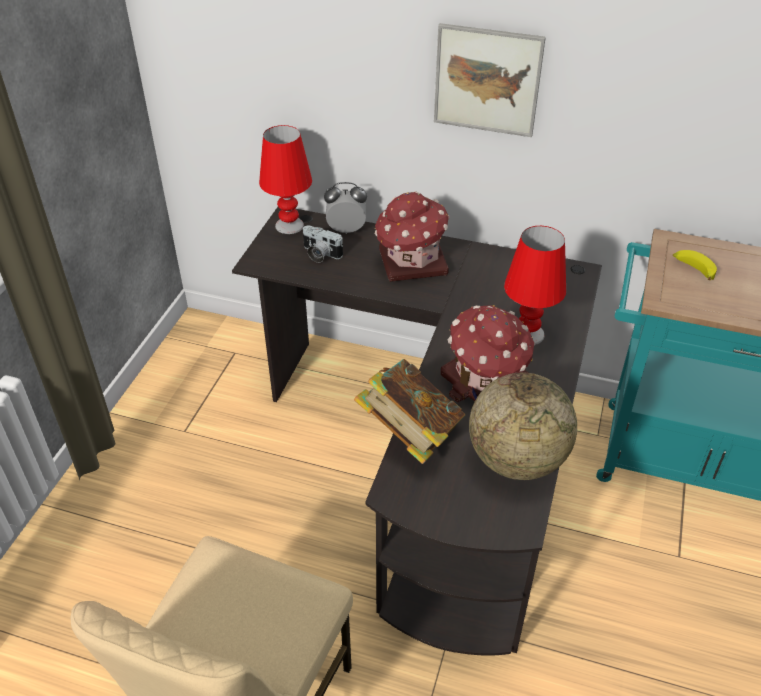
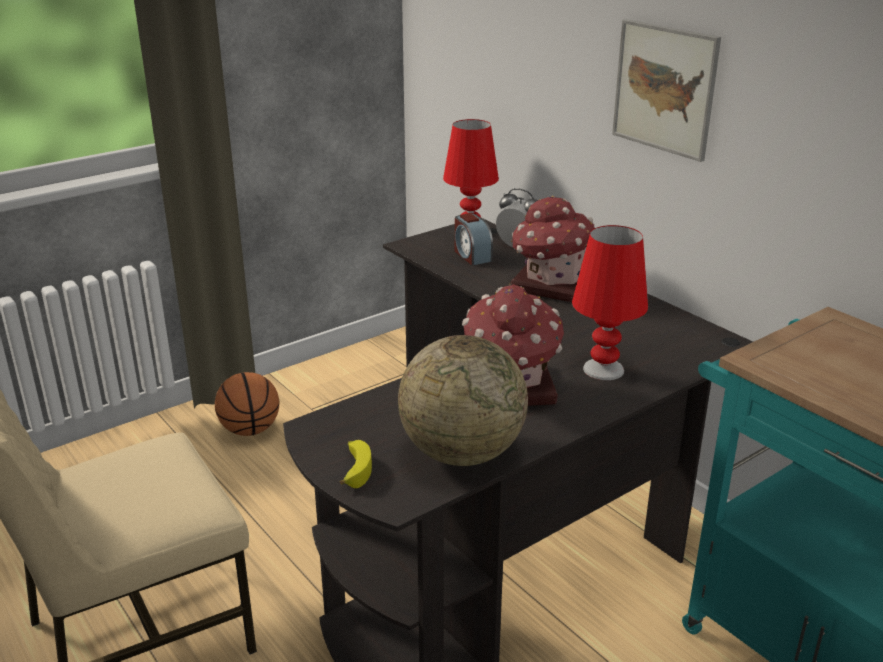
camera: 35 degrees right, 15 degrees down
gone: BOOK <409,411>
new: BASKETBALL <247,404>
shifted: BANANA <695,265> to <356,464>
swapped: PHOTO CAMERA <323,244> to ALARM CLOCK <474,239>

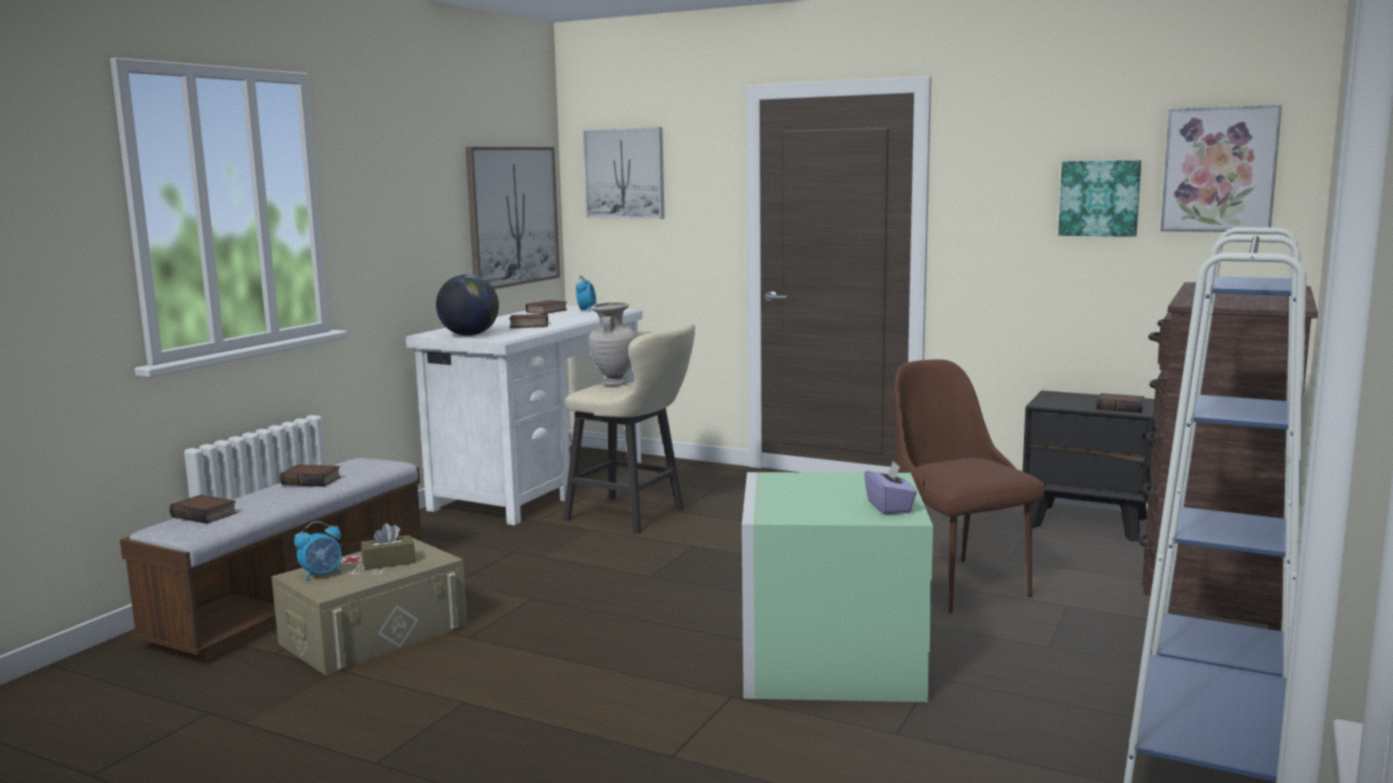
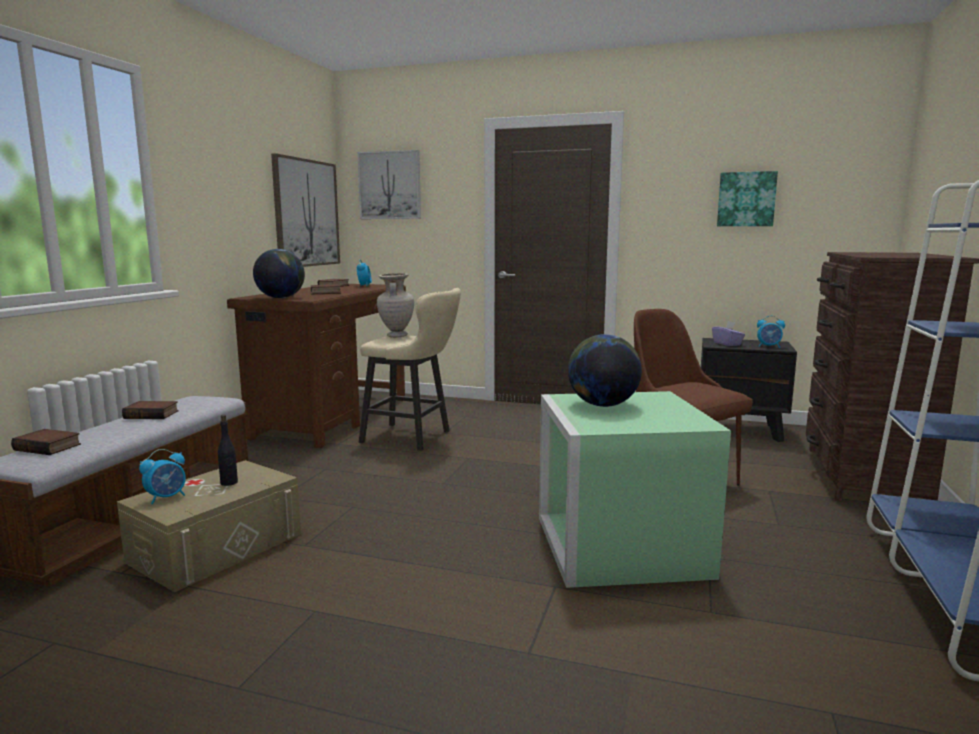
camera: 10 degrees left, 0 degrees up
gone: PICTURE <1221,168>
new: GLOBE <605,370>
shifted: PURPLE TISSUE BOX <890,487> to <728,333>
swapped: BROWN TISSUE BOX <388,546> to BLACK BOTTLE <228,450>; BOOK <1120,403> to ALARM CLOCK <771,332>
repainted: WHITE DESK <524,415> to BROWN DESK <316,366>

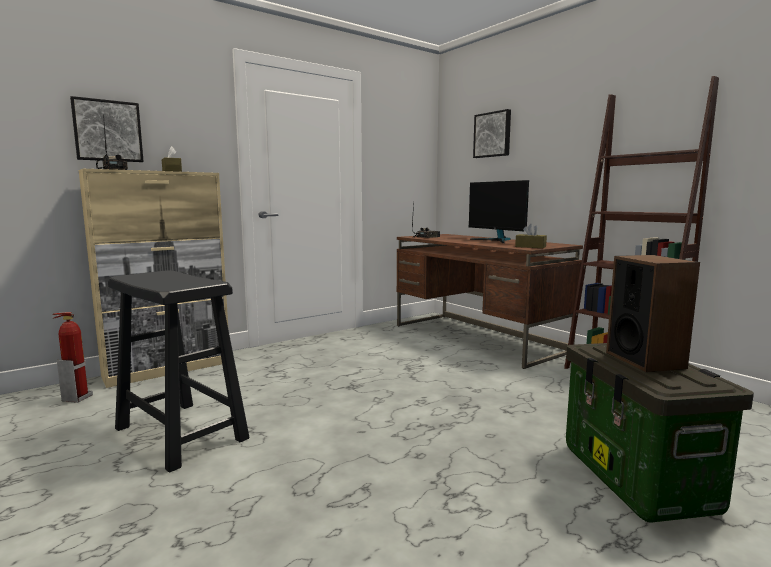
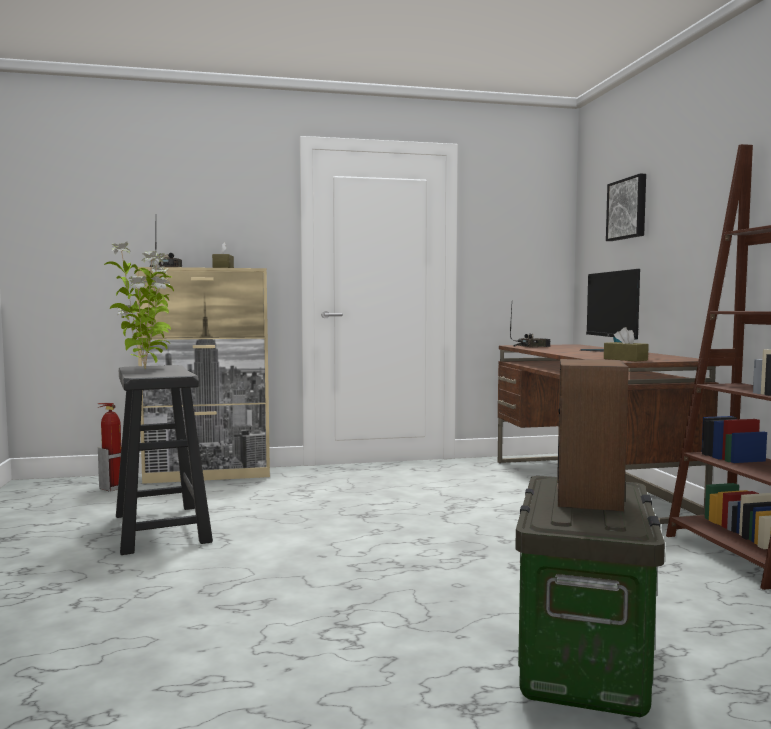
camera: 25 degrees right, 5 degrees down
gone: PICTURE <107,129>
new: POTTED PLANT <139,305>

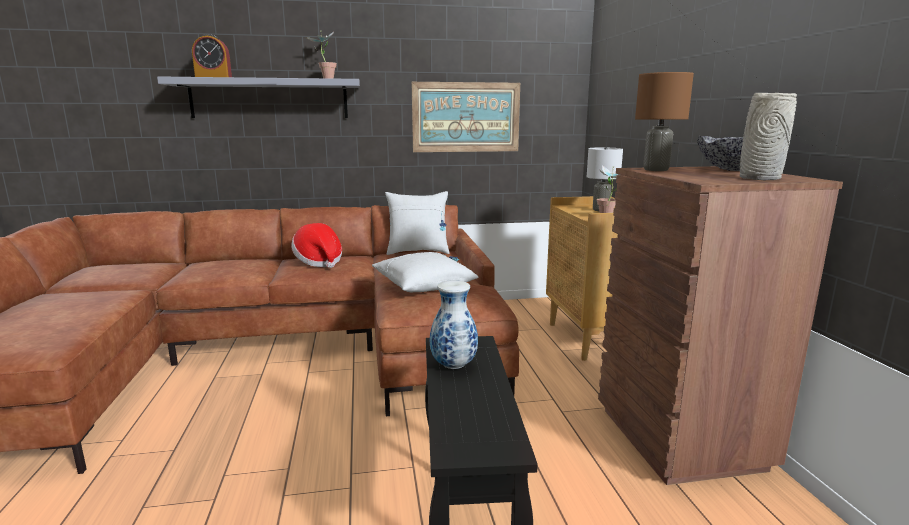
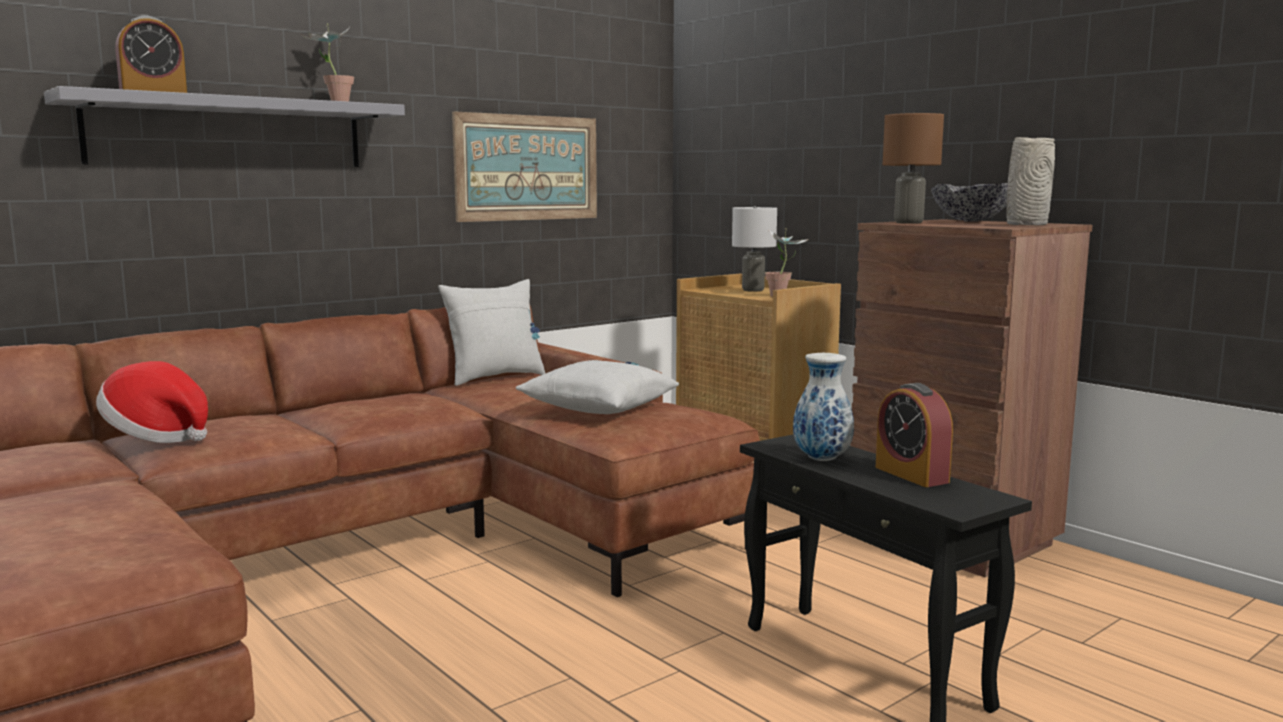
camera: 30 degrees left, 5 degrees down
new: ALARM CLOCK <914,435>
shifted: HAT <316,245> to <152,402>

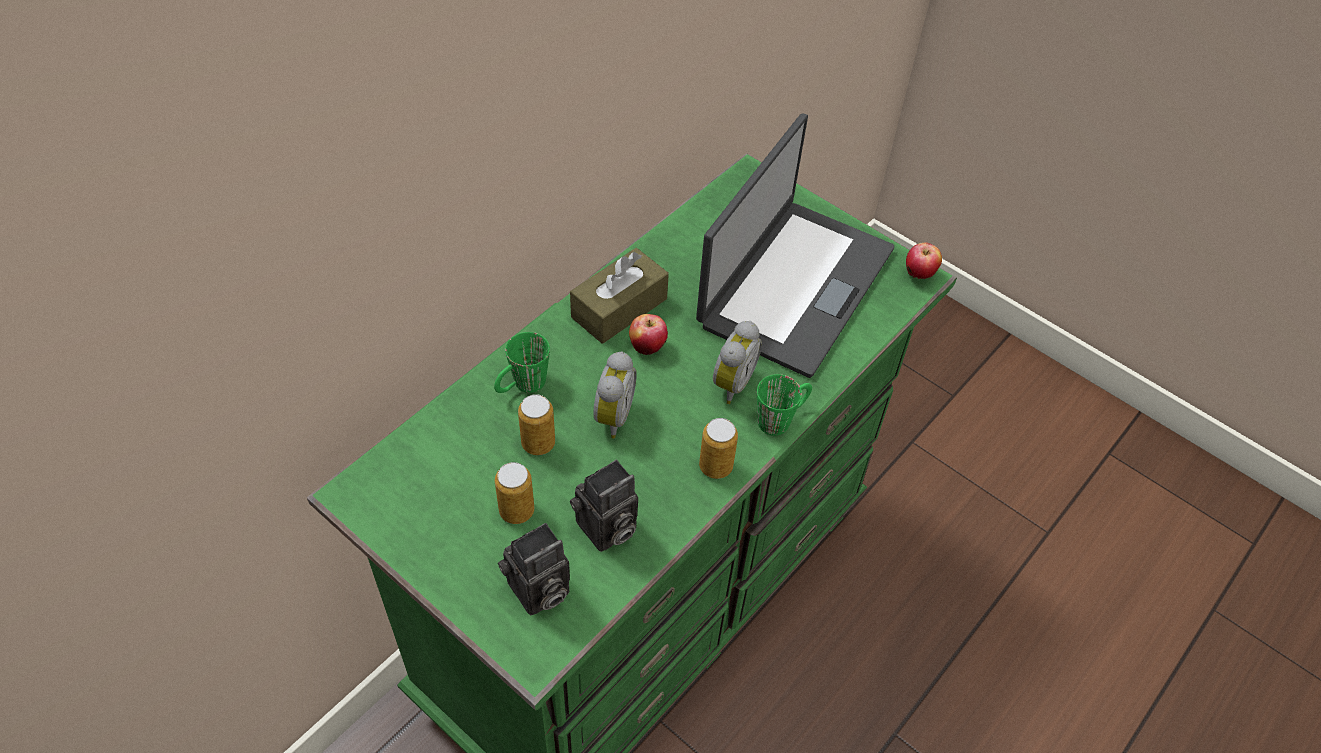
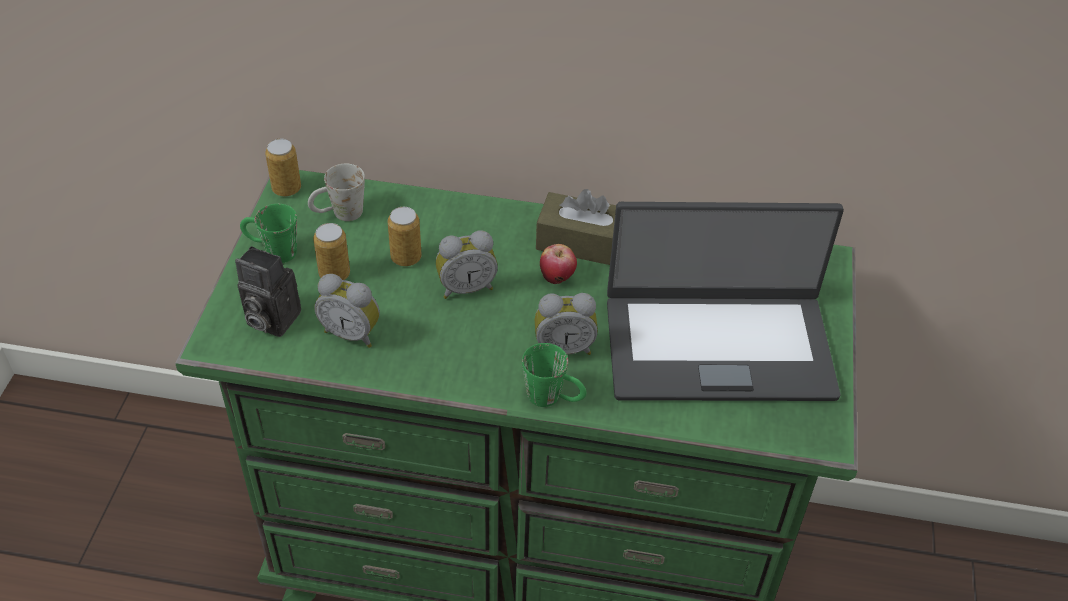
camera: 60 degrees right, 5 degrees down
gone: APPLE <924,260>
new: WHITE MUG <336,192>
shifted: GREEN MUG <522,362> to <268,233>; CAN <718,448> to <283,167>
swapped: PHOTO CAMERA <604,506> to ALARM CLOCK <347,311>

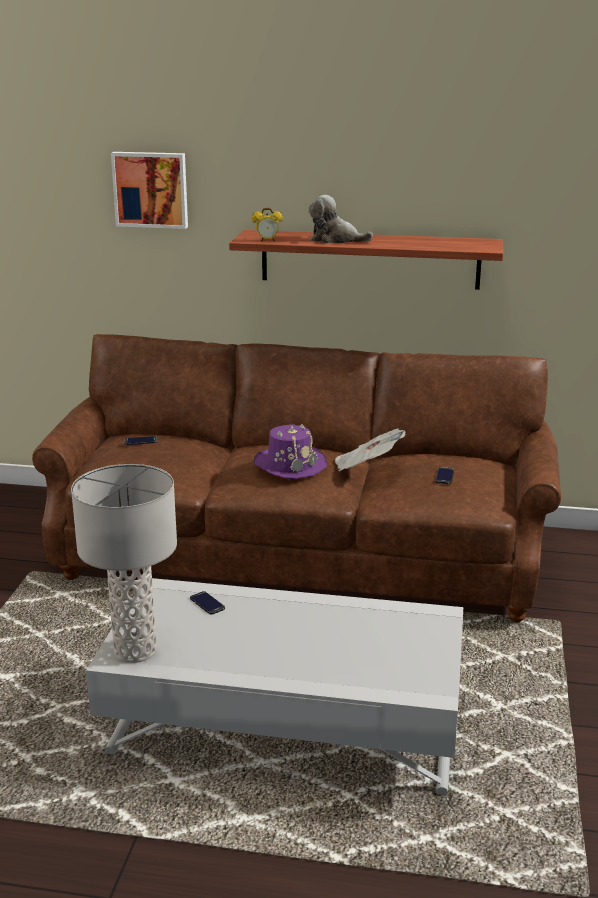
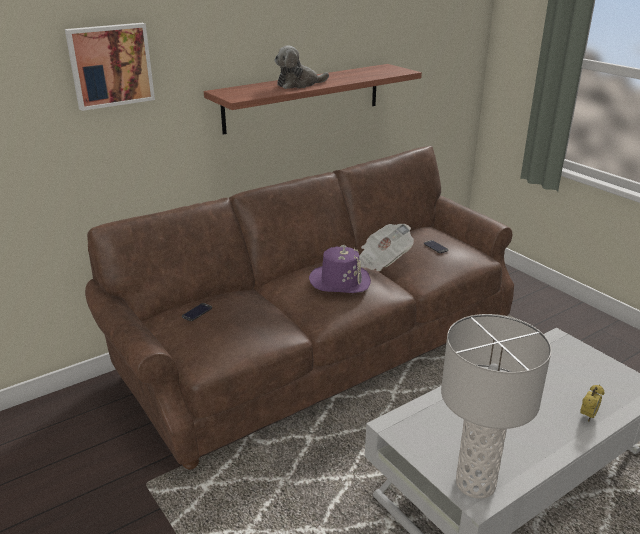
camera: 45 degrees left, 5 degrees up
gone: PHONE <207,603>
shifted: ALARM CLOCK <267,224> to <592,403>

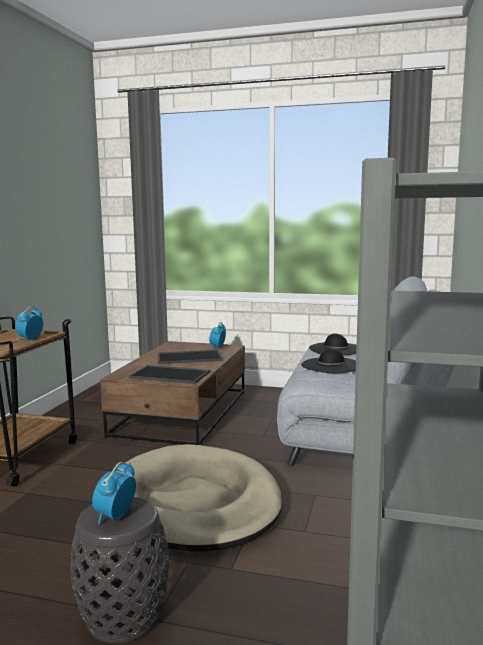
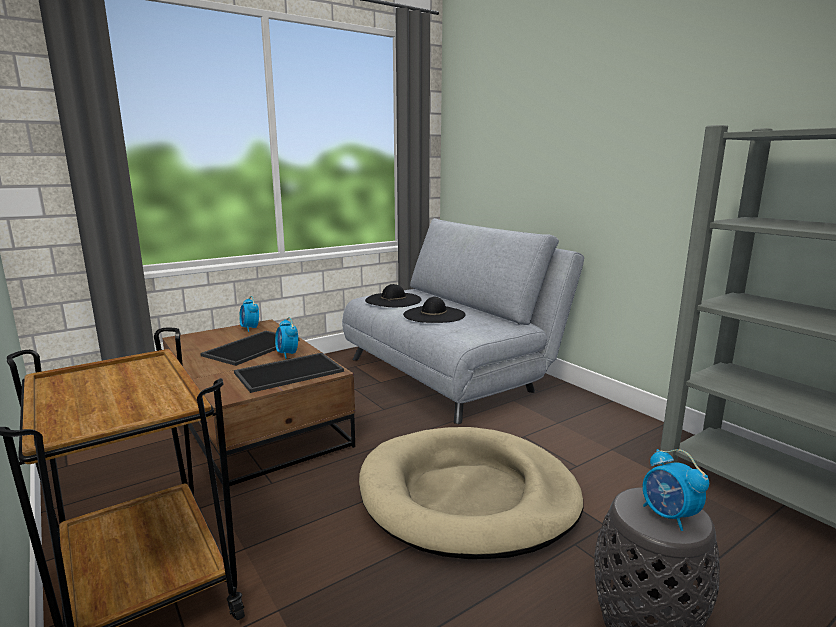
camera: 50 degrees left, 5 degrees up
shifted: ALARM CLOCK <29,324> to <286,338>

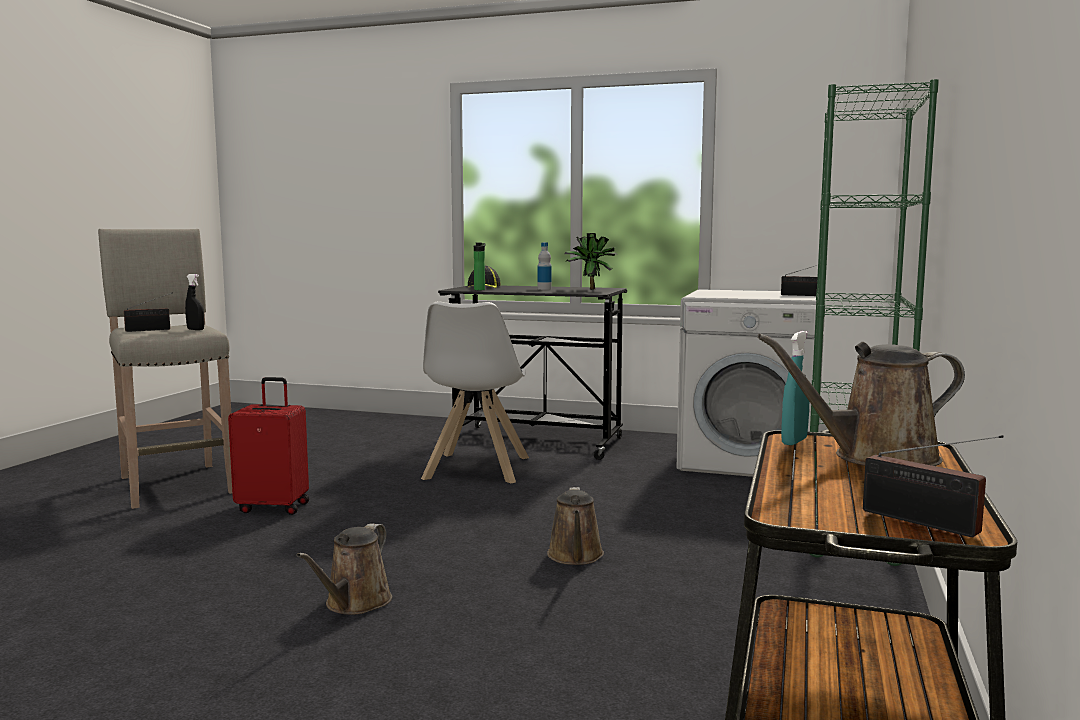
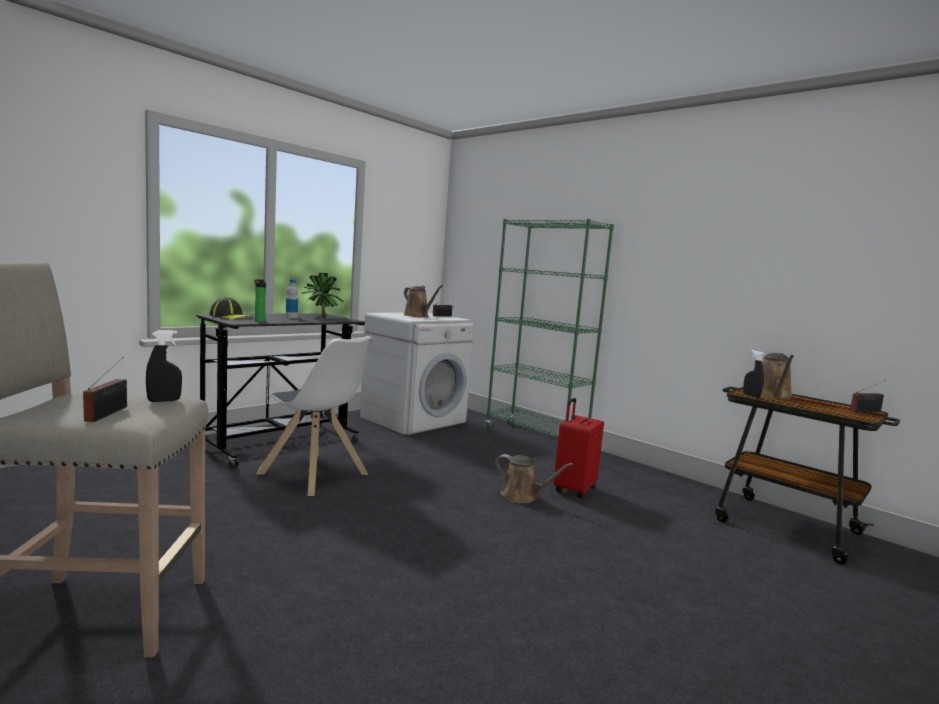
camera: 65 degrees left, 0 degrees up
shifted: BROWN WATERING CAN <344,569> to <423,301>; RED SUITCASE <268,446> to <579,448>
repainted: TURQUOISE SPRAY BOTTLE <795,388> to BLACK SPRAY BOTTLE <754,373>

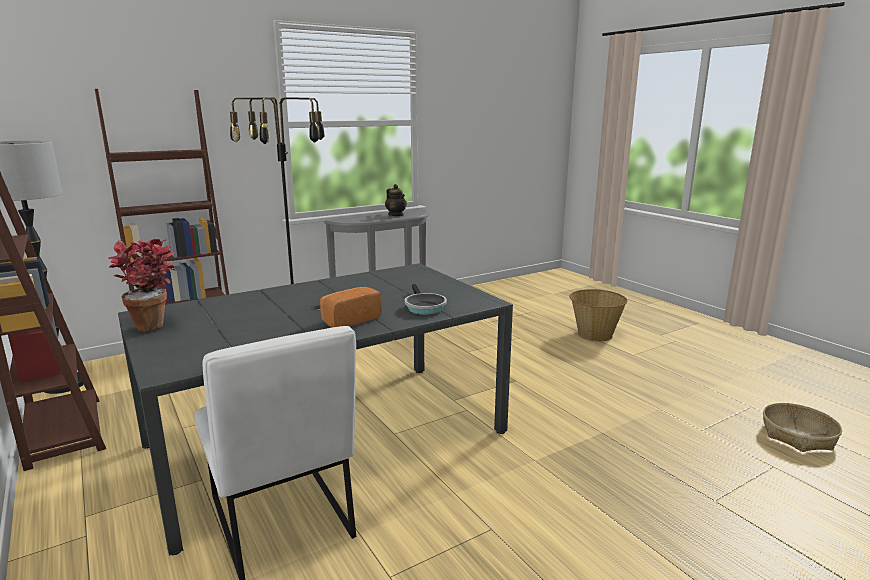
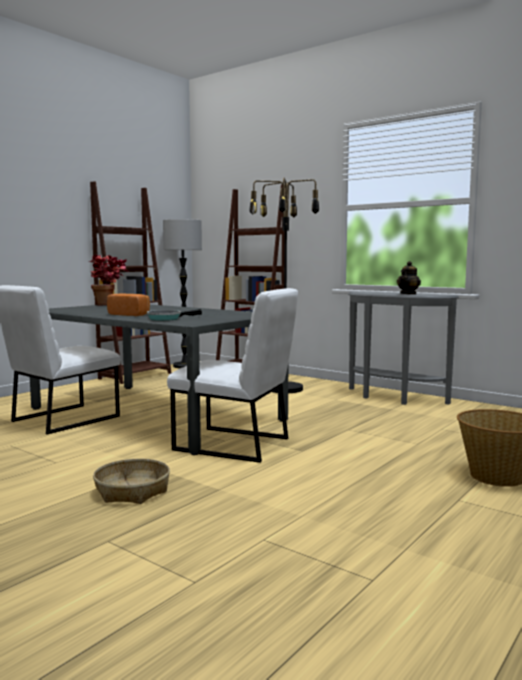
camera: 70 degrees right, 10 degrees down
new: WHITE CHAIR <232,375>
shifted: BASKET <802,427> to <131,481>

